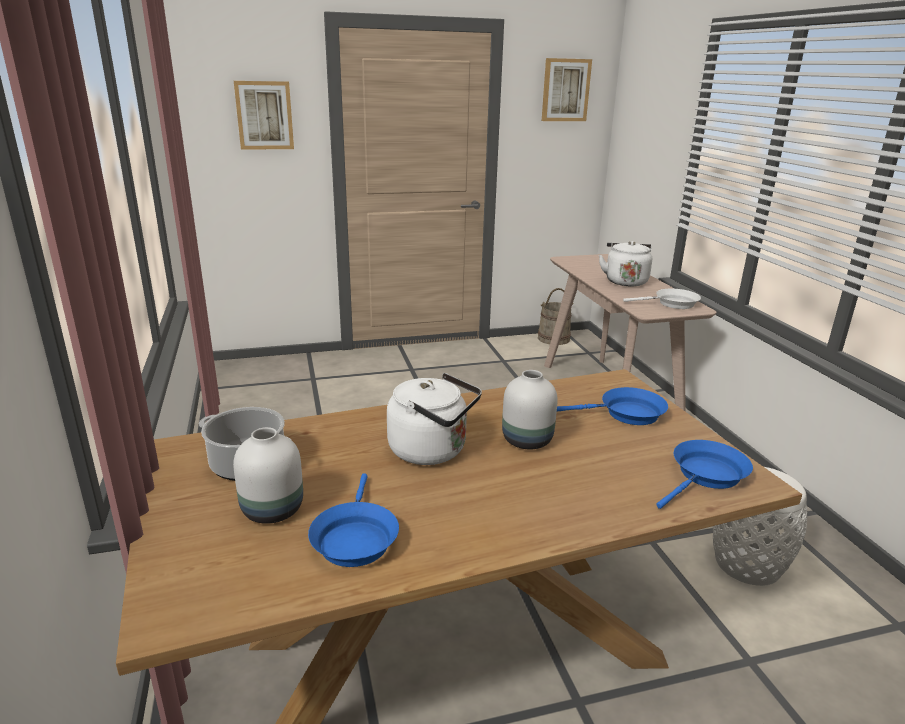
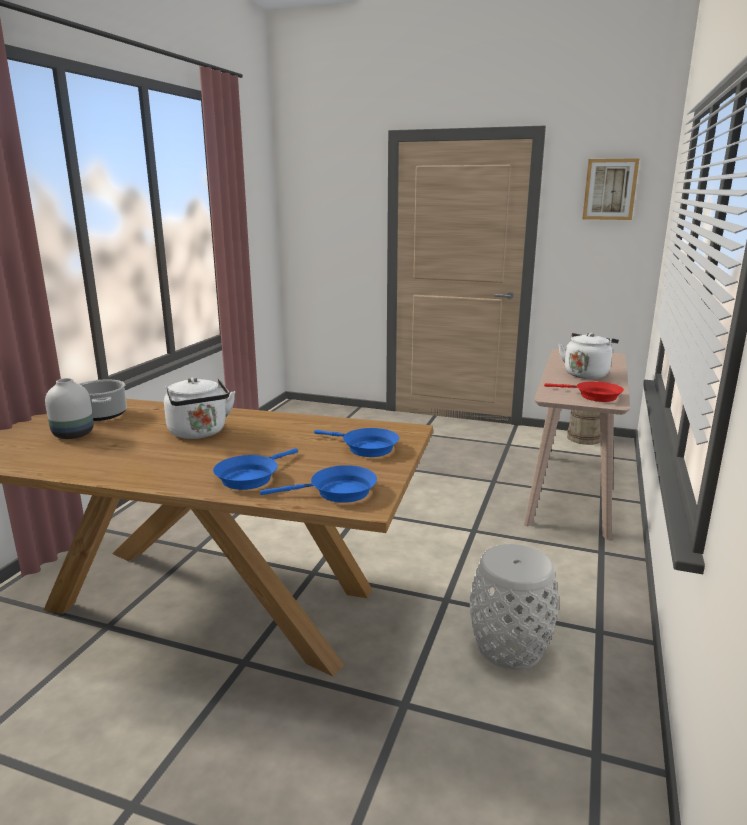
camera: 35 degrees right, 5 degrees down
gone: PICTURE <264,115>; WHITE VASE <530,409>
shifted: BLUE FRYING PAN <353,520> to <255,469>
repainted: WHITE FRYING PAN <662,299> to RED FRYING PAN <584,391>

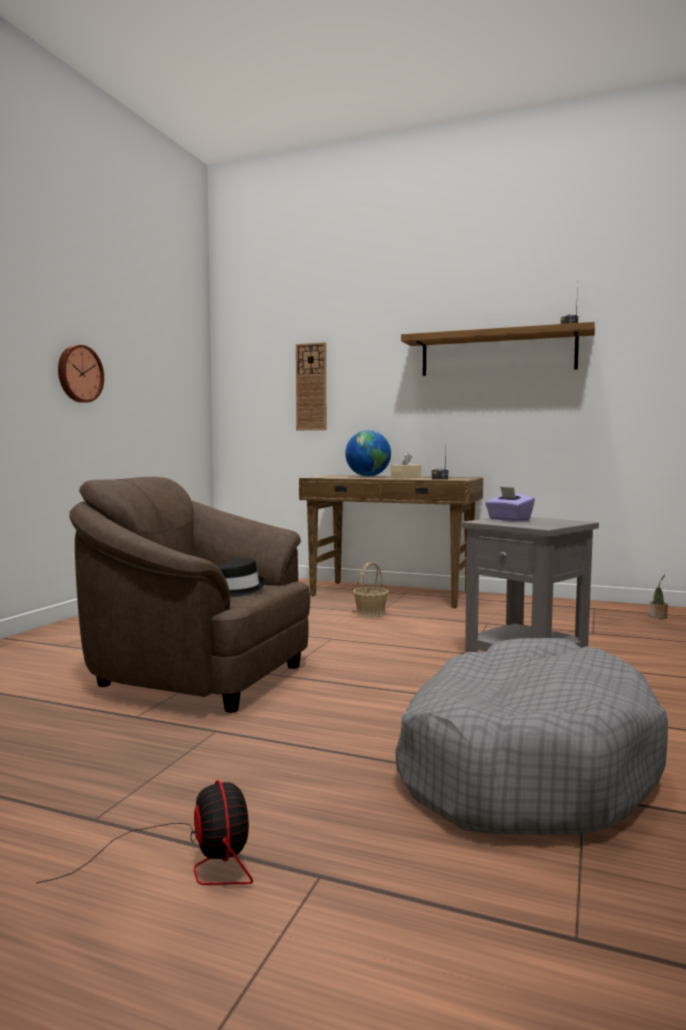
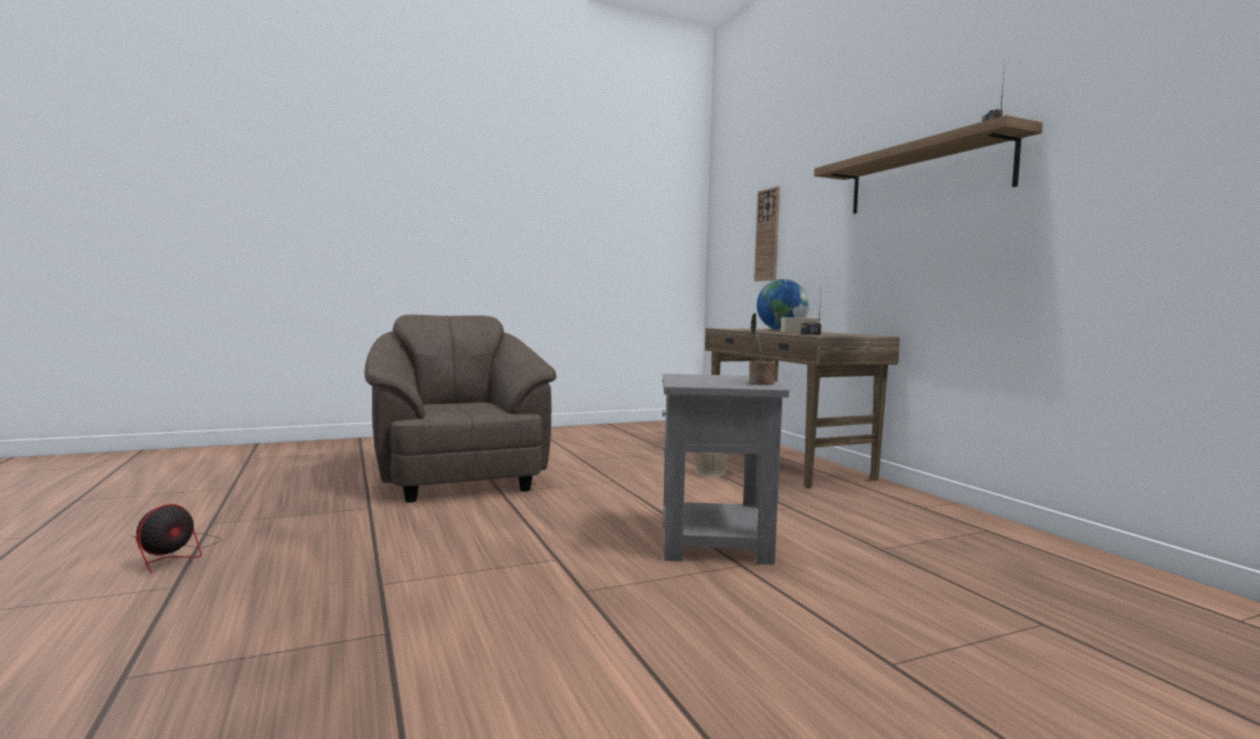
camera: 45 degrees right, 0 degrees up
gone: WALL CLOCK <81,374>; BLACK HAT <241,577>; GREY DOG BED <531,736>; PURPLE TISSUE BOX <510,503>
shifted: POTTED PLANT <658,597> to <762,349>

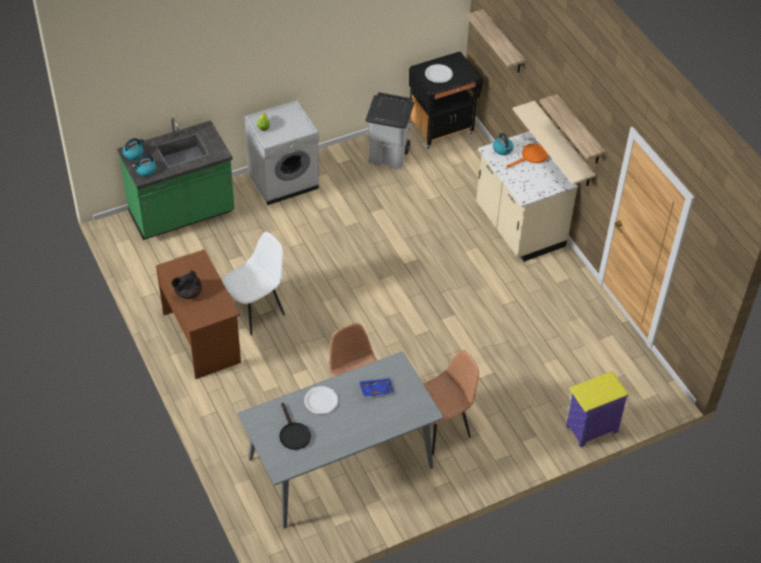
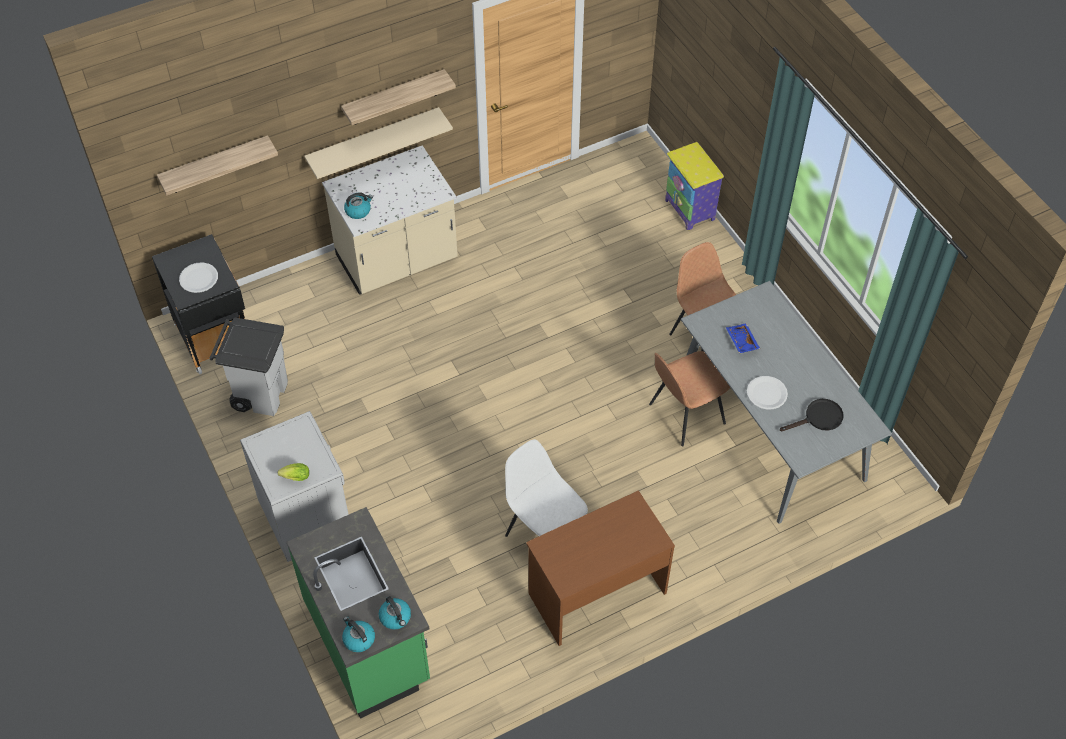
camera: 90 degrees left, 5 degrees up
gone: BLACK TEAPOT <187,285>; ORANGE FRYING PAN <527,155>

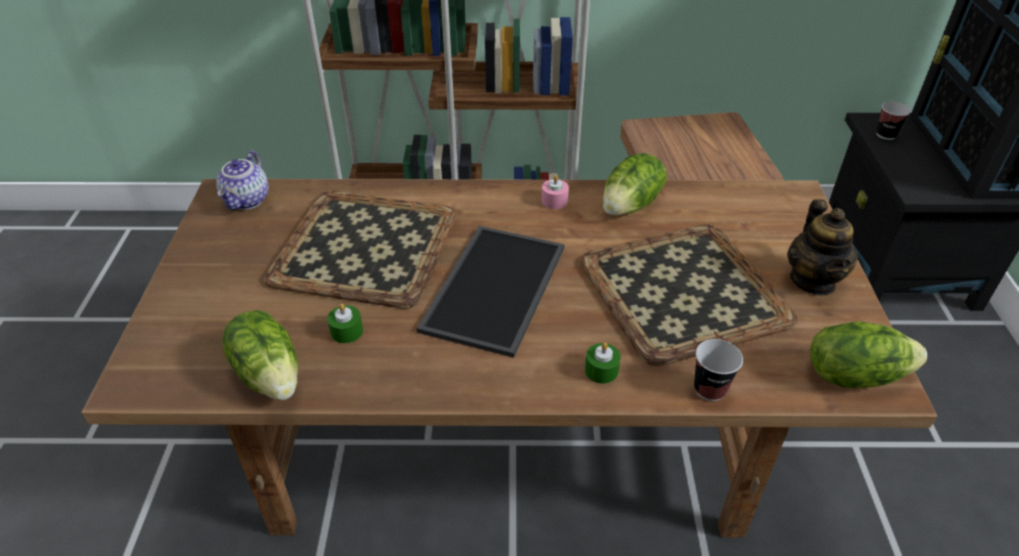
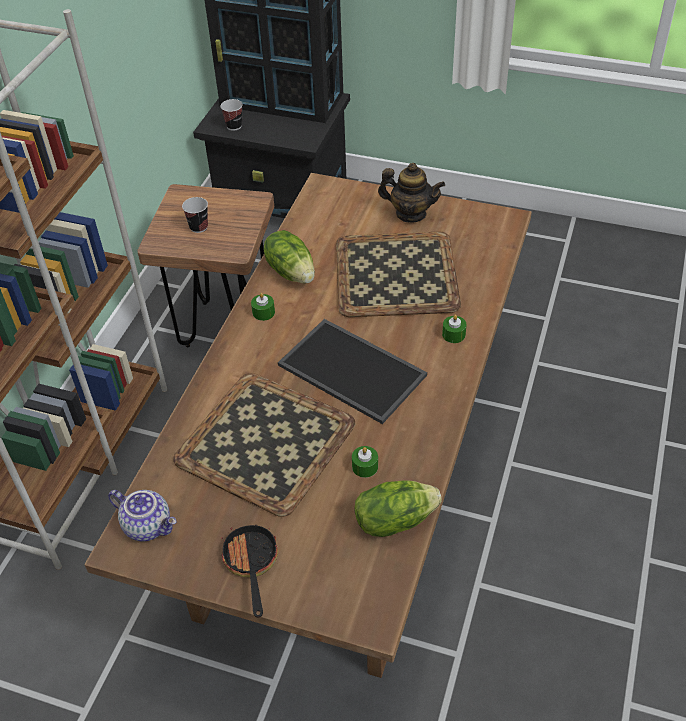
camera: 70 degrees left, 5 degrees up
gone: LETTUCE <868,354>
new: FRYING PAN <249,571>
shifted: CUP <718,370> to <195,215>
repainted: PINK CANDLE <555,192> to GREEN CANDLE <263,307>

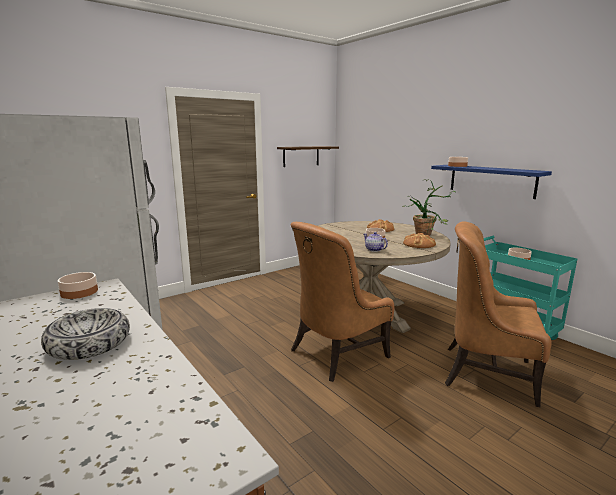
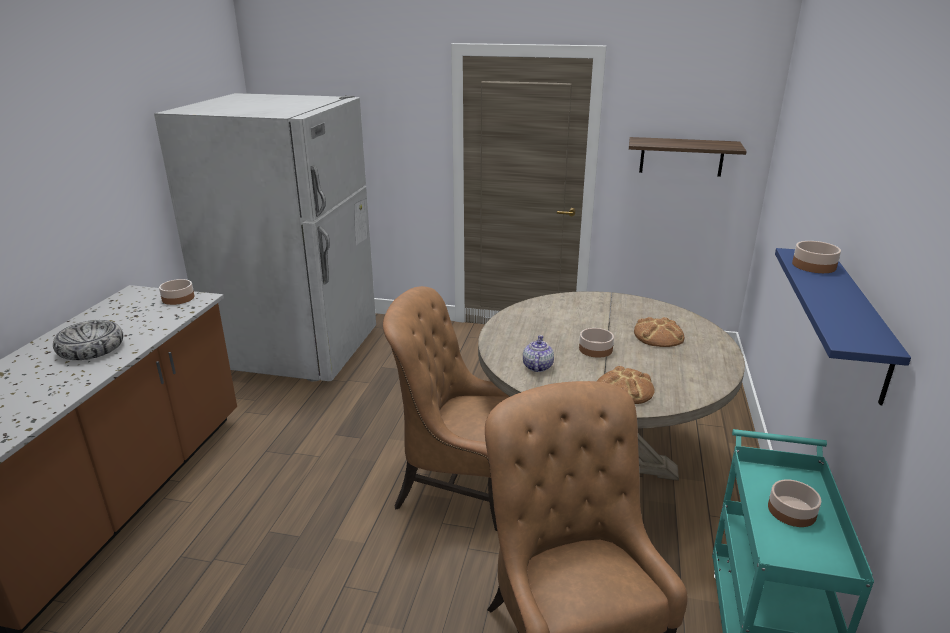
camera: 50 degrees right, 10 degrees up
gone: POTTED PLANT <428,207>

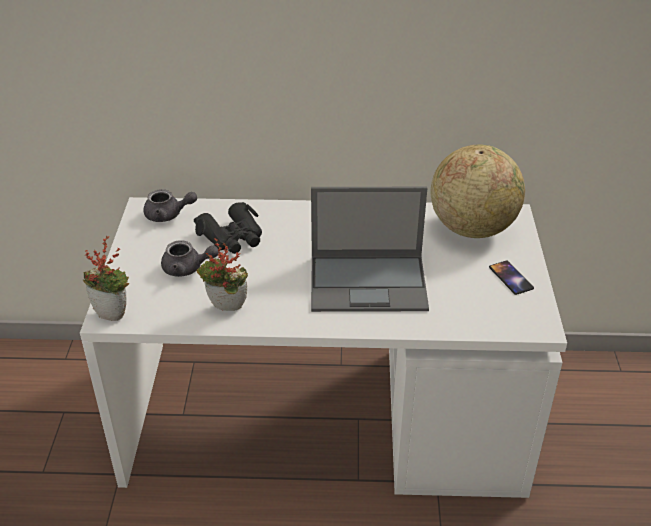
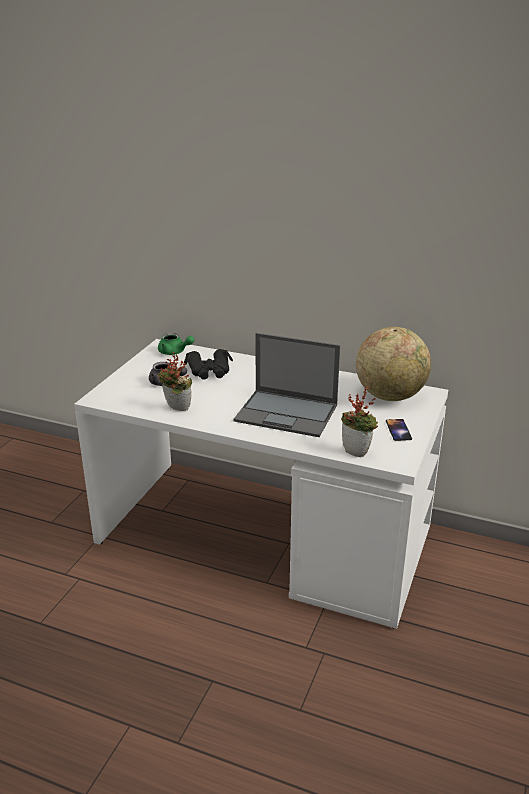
camera: 20 degrees right, 10 degrees down
shifted: POTTED PLANT <106,278> to <359,421>
repainted: GREY TEAPOT <170,205> to GREEN TEAPOT <176,344>

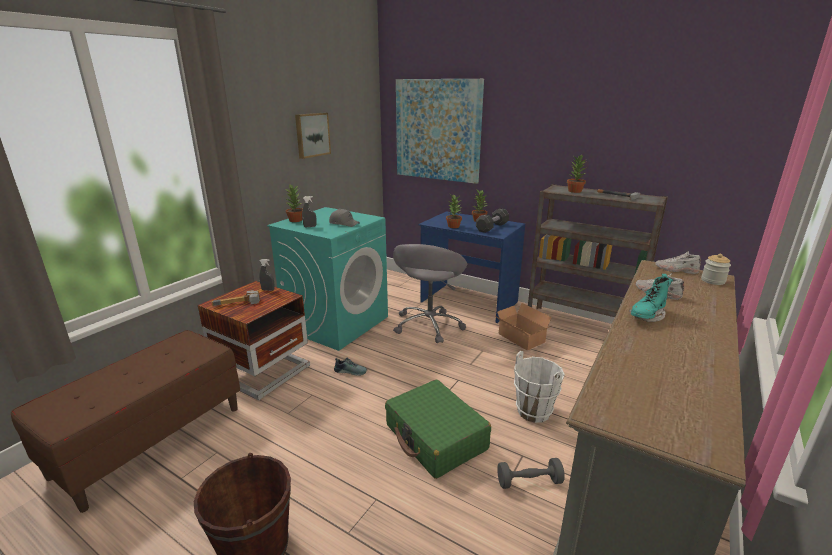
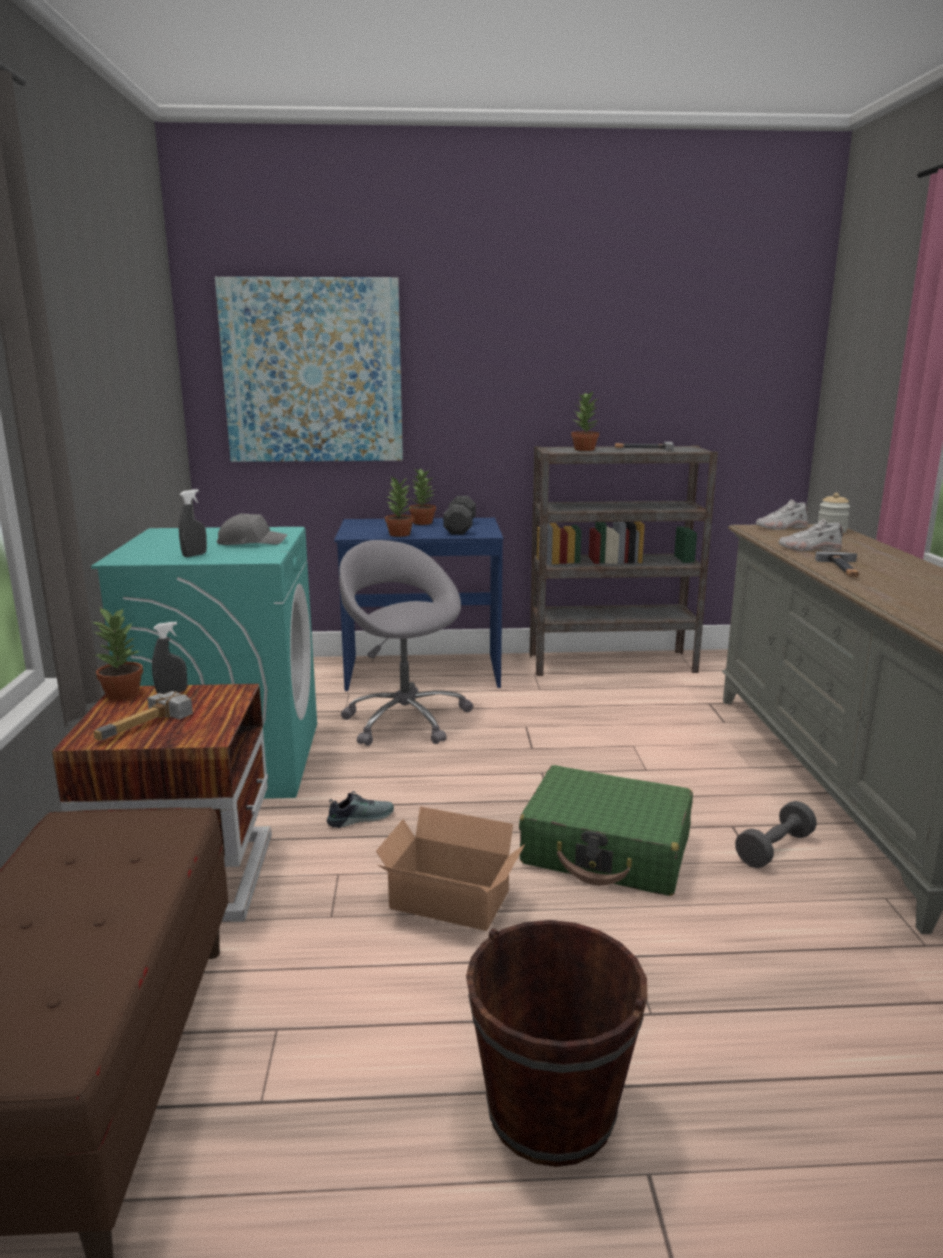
camera: 35 degrees left, 5 degrees down
gone: PICTURE <313,136>; WHITE BUCKET <539,387>
shifted: POTTED PLANT <294,203> to <116,654>; CARDBOARD BOX <523,326> to <450,868>
swapped: TURQUOISE BOOT <651,298> to HAMMER <837,564>
rotated: GREY OFFICE CHAIR <430,293> = <406,643> 150 degrees clockwise

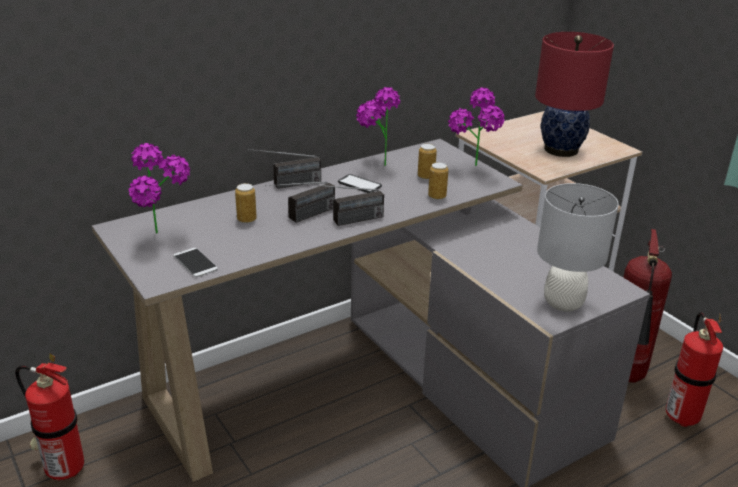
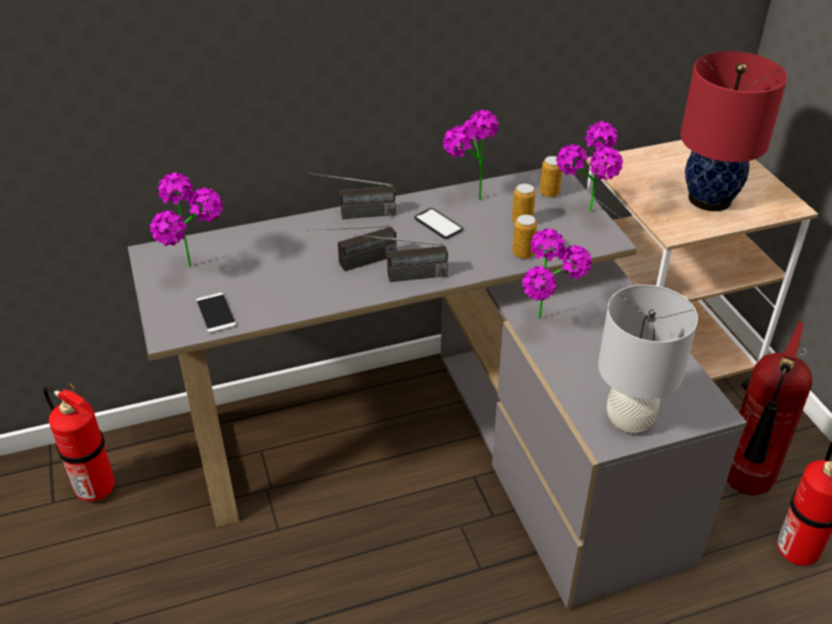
camera: 15 degrees right, 10 degrees up
new: POTTED PLANT <557,273>
shifted: CAN <246,203> to <551,176>

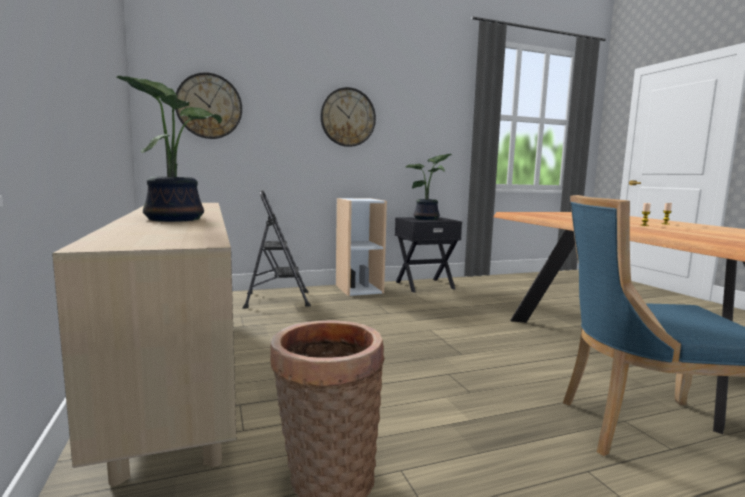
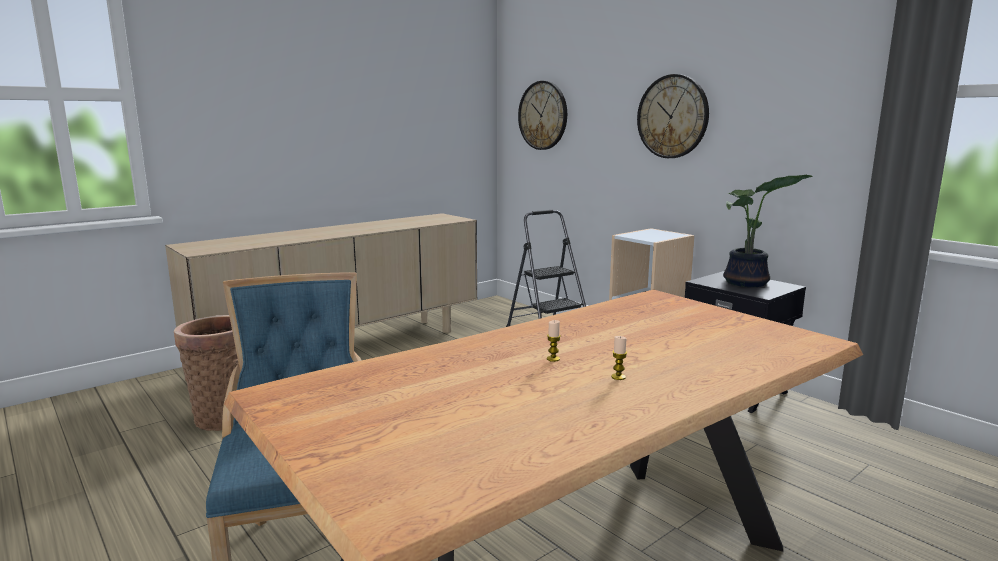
camera: 70 degrees right, 5 degrees up
gone: POTTED PLANT <169,149>

